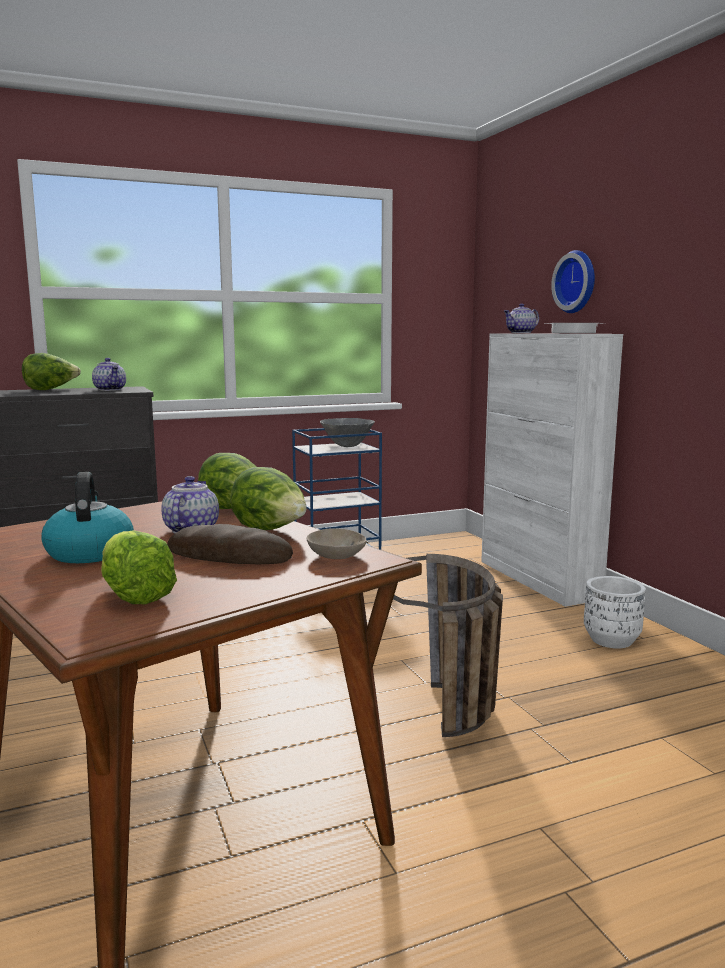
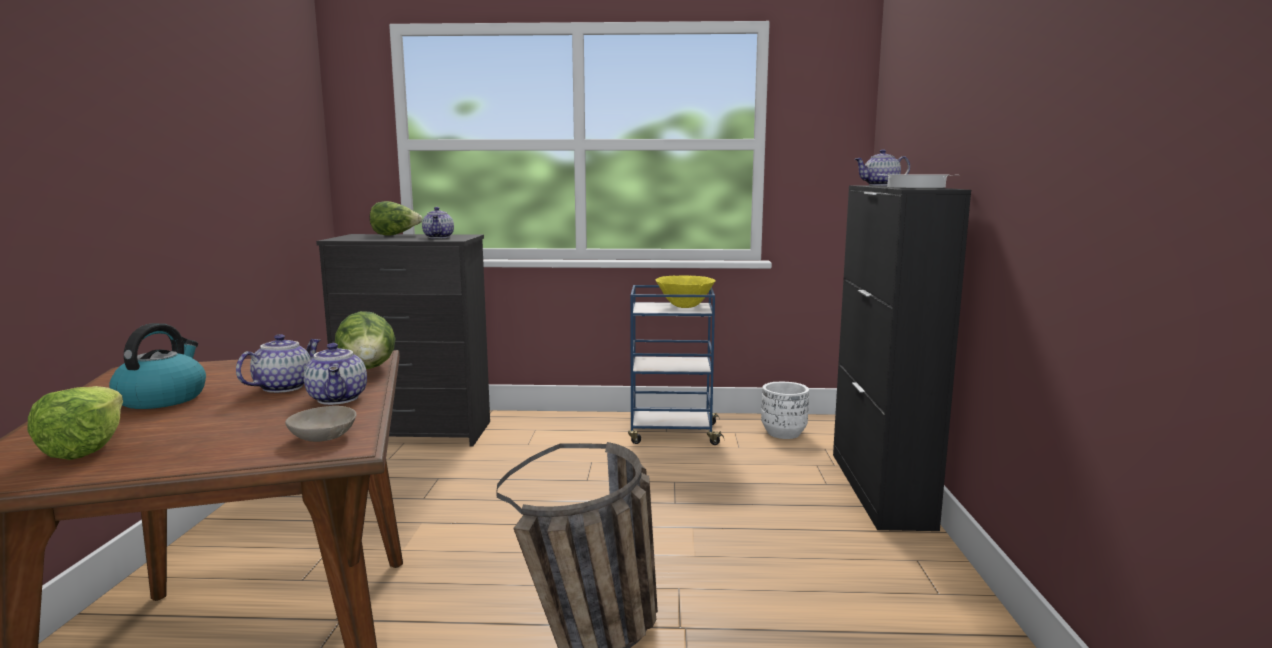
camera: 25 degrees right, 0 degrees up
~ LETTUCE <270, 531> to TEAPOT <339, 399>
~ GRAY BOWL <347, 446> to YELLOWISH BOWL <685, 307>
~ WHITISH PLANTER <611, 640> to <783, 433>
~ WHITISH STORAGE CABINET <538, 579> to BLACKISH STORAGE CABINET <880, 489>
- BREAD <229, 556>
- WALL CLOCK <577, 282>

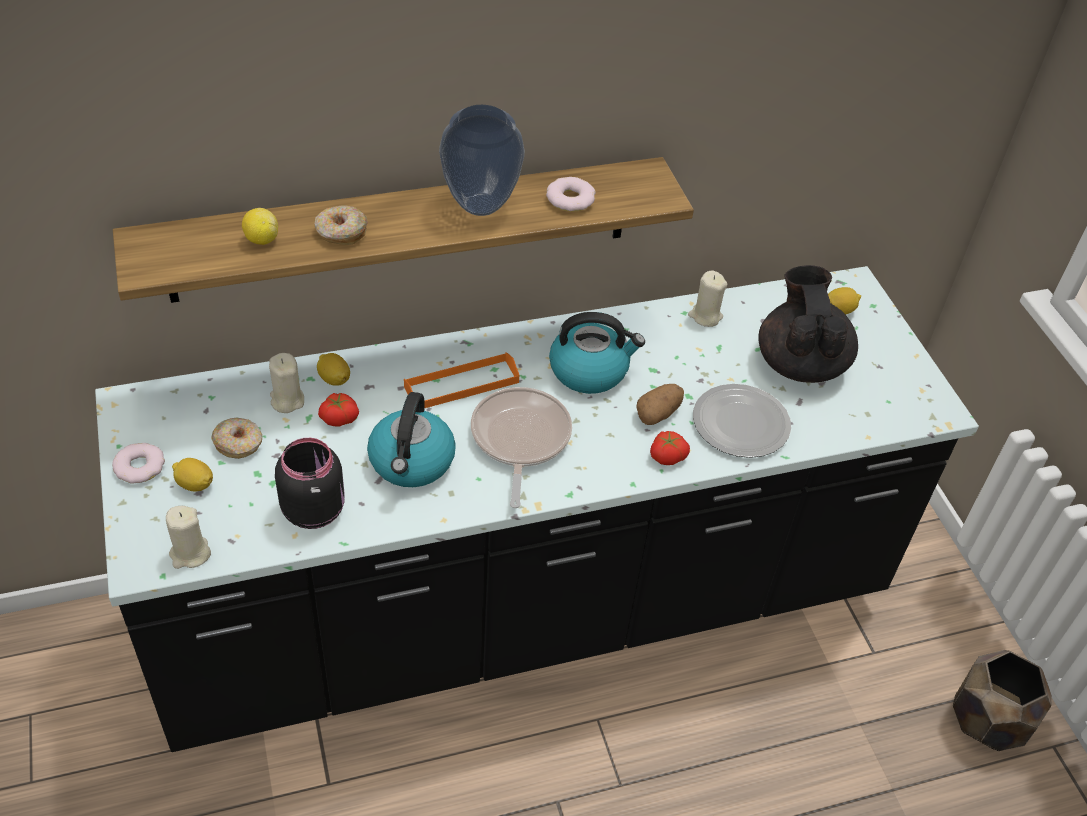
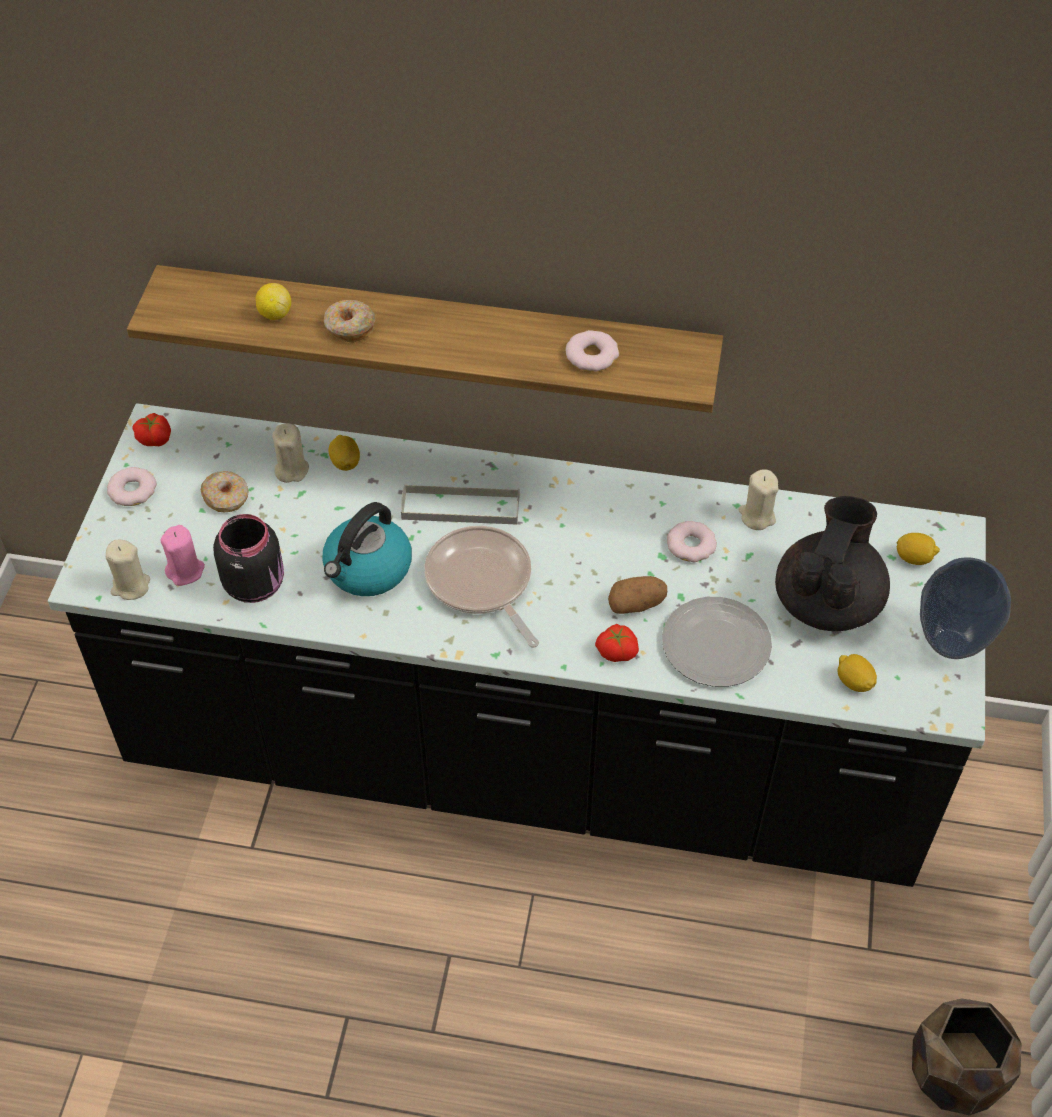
camera: 30 degrees right, 5 degrees up
~ FRESH TOMATO <339, 417> to <155, 438>
+ PINK CANDLE <185, 571>
~ ORANGE TRAY <461, 384> to GRAY TRAY <460, 508>
~ SKILLET <519, 440> = <481, 583> 60 degrees counterclockwise
+ DOUGHNUT <691, 545>
~ CITRUS FRUIT <195, 484> to <854, 682>
~ FLOWER VASE <481, 205> to <952, 643>
- WATER KETTLE <590, 370>

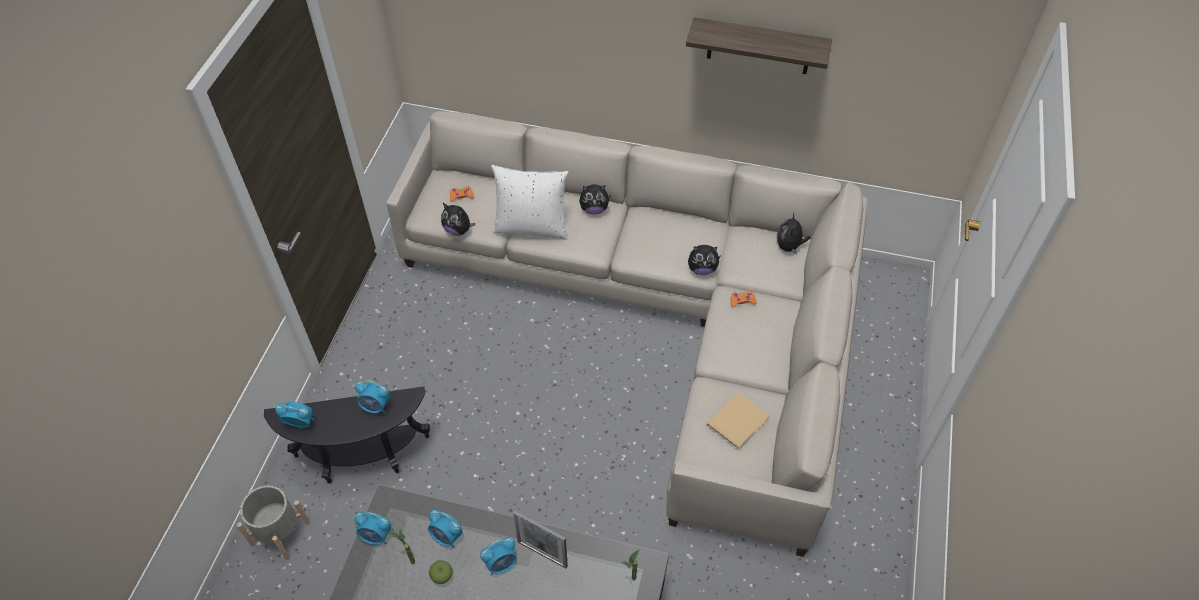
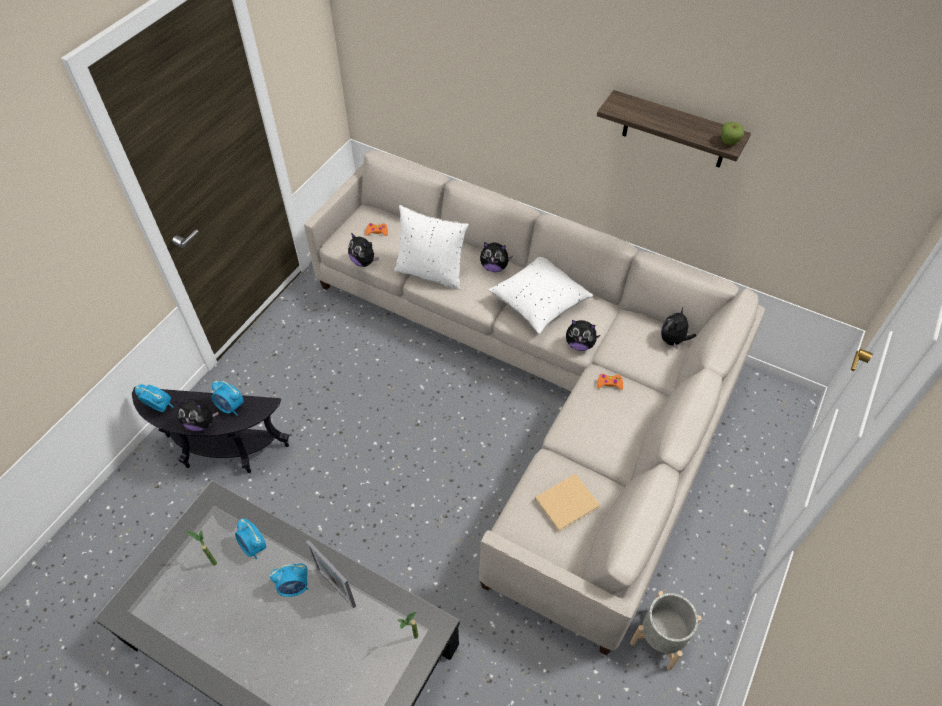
camera: 15 degrees right, 0 degrees up
+ CUDDLY TOY <201, 423>
+ WHITISH PILLOW <539, 303>
~ GRAY PLANTER <280, 533> to <660, 638>
~ WHOLE APPLE <442, 577> to <728, 142>
- TABLE CLOCK <376, 536>

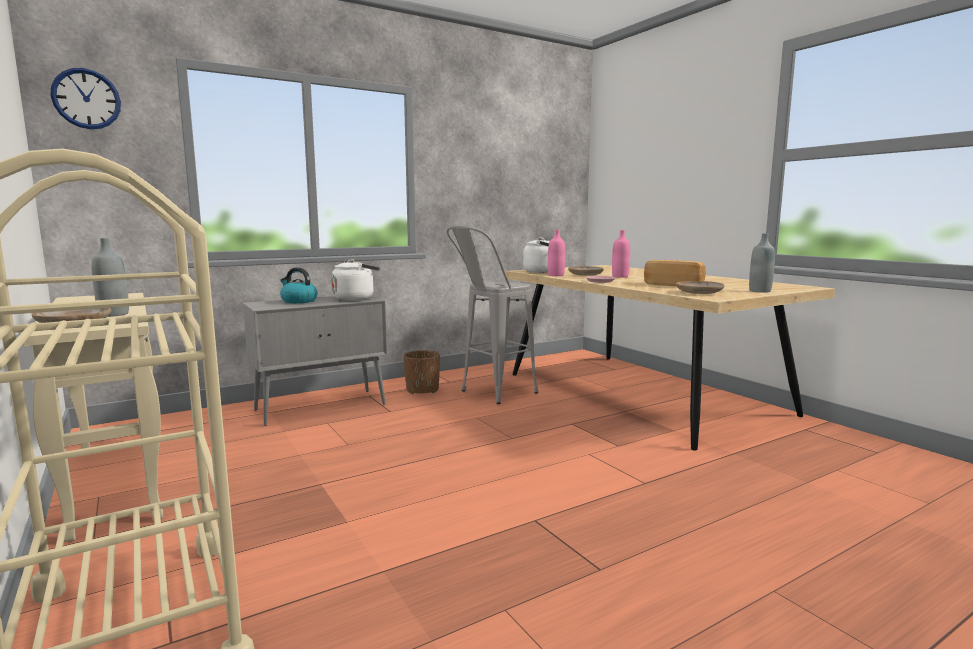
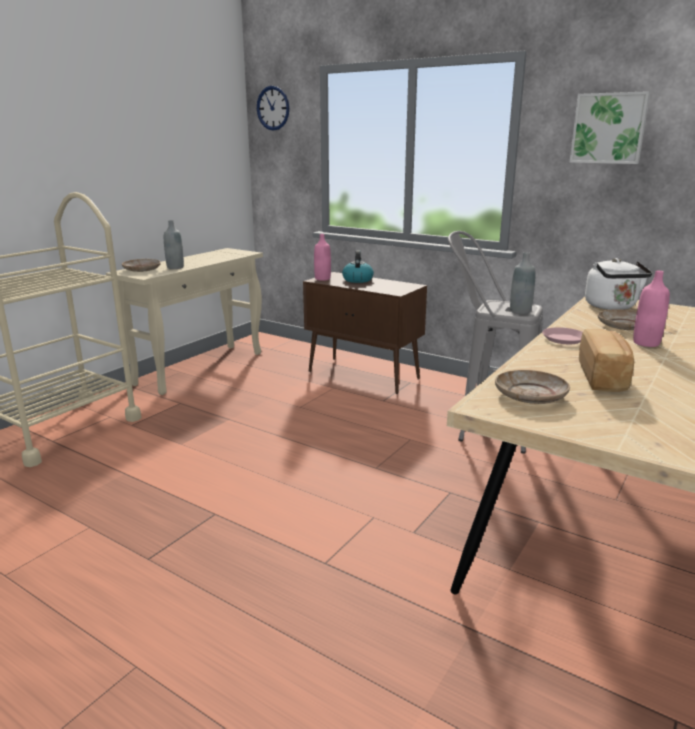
camera: 65 degrees right, 10 degrees up
~ GRAY STORAGE CABINET <322, 406> to BROWN STORAGE CABINET <364, 375>
~ PINK BOTTLE <556, 275> to <322, 279>
~ GRAY BOTTLE <760, 291> to <520, 311>
+ WALL PICTURE <609, 128>
- WHITISH WATER KETTLE <355, 298>
- BROWN PLANTER <422, 390>

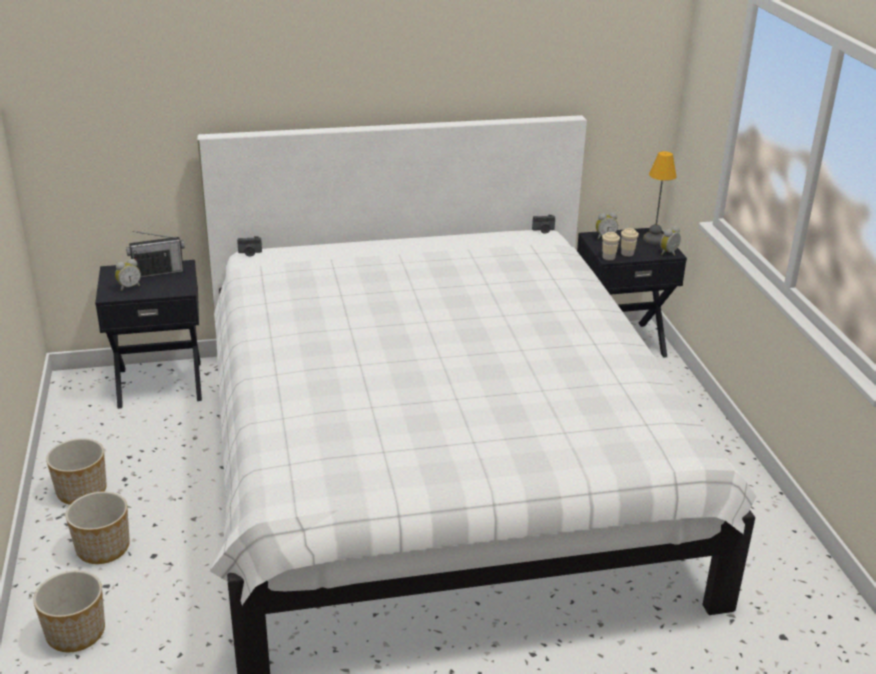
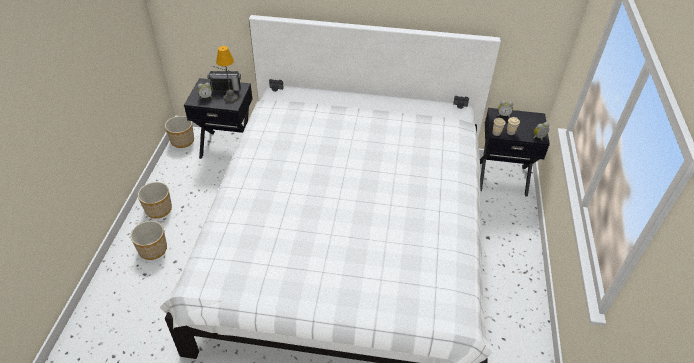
camera: 20 degrees right, 15 degrees up
~ PLANTER <76, 633> to <183, 141>
~ TABLETOP LAMP <653, 239> to <230, 98>

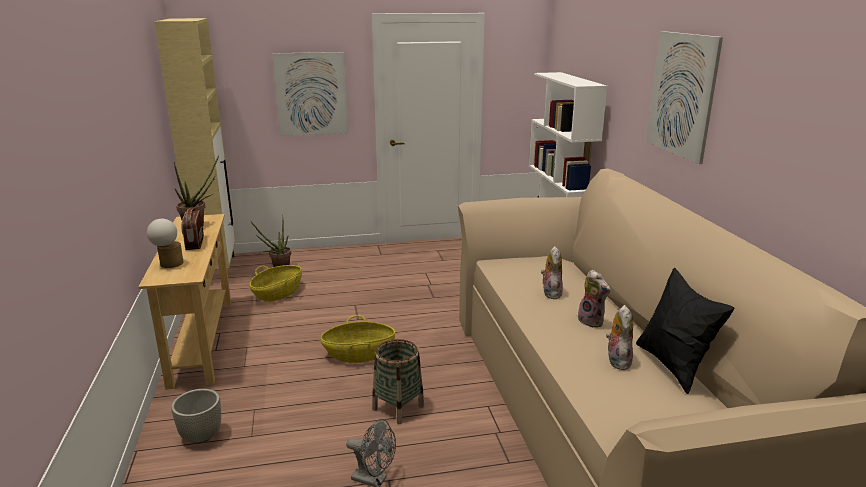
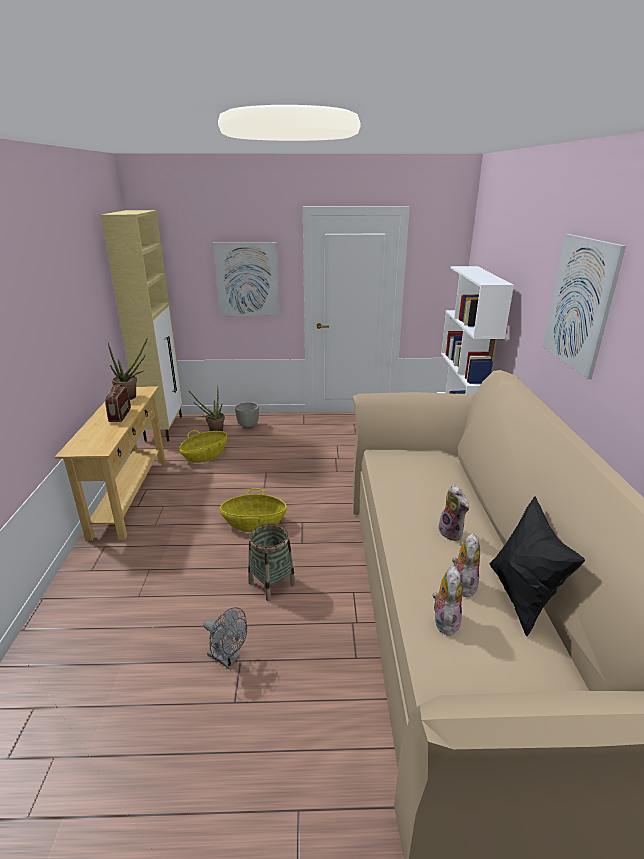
camera: 10 degrees right, 5 degrees up
~ GRAY PLANTER <201, 436> to <248, 426>
~ CUDDLY TOY <550, 293> to <444, 620>
- TABLETOP LAMP <168, 264>

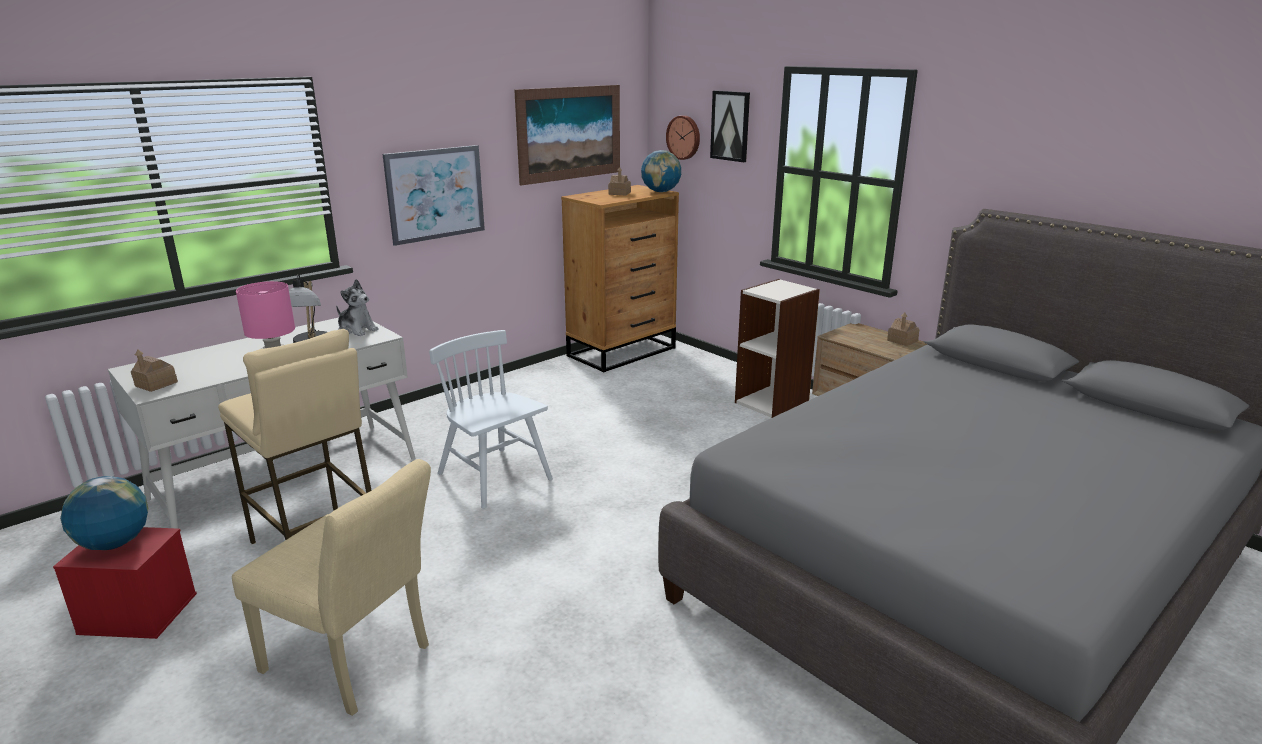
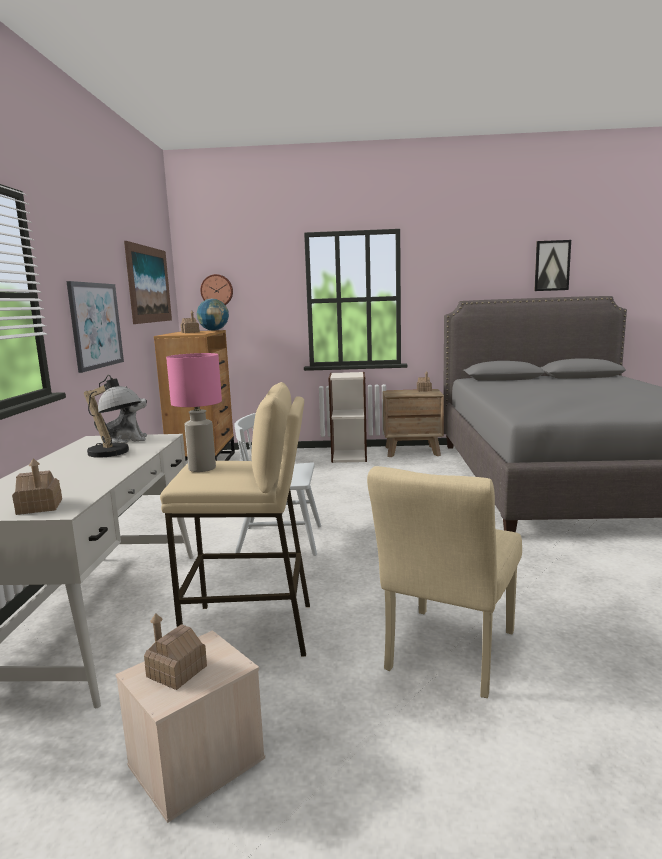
camera: 45 degrees left, 10 degrees down
~ RED STORAGE BIN <136, 614> to SAND-COLOURED STORAGE BIN <196, 763>
~ GLOBE <114, 543> to MODEL HOUSE <176, 671>
~ SAND-COLOURED CHAIR <355, 663> = <446, 656> 135 degrees clockwise
~ WALL PICTURE <730, 126> to <552, 265>

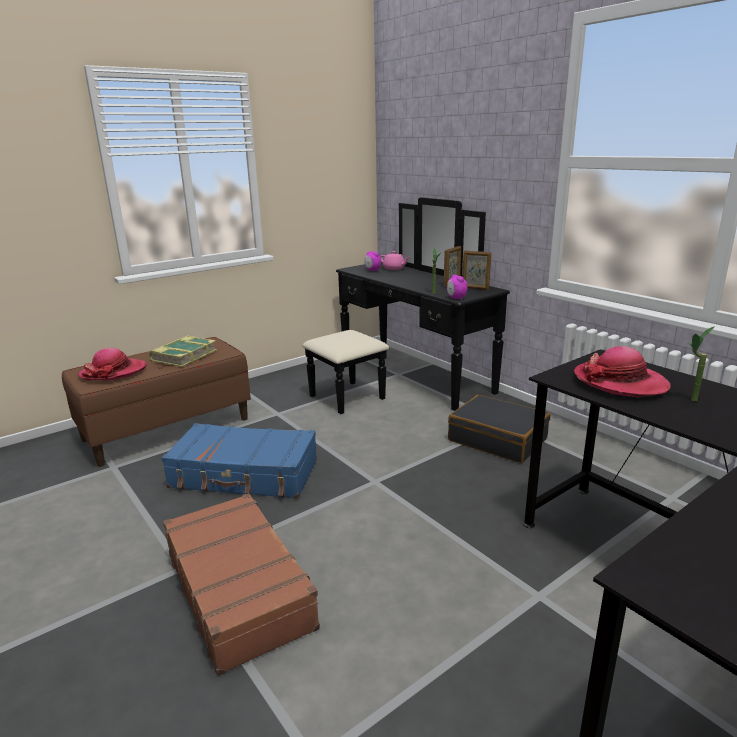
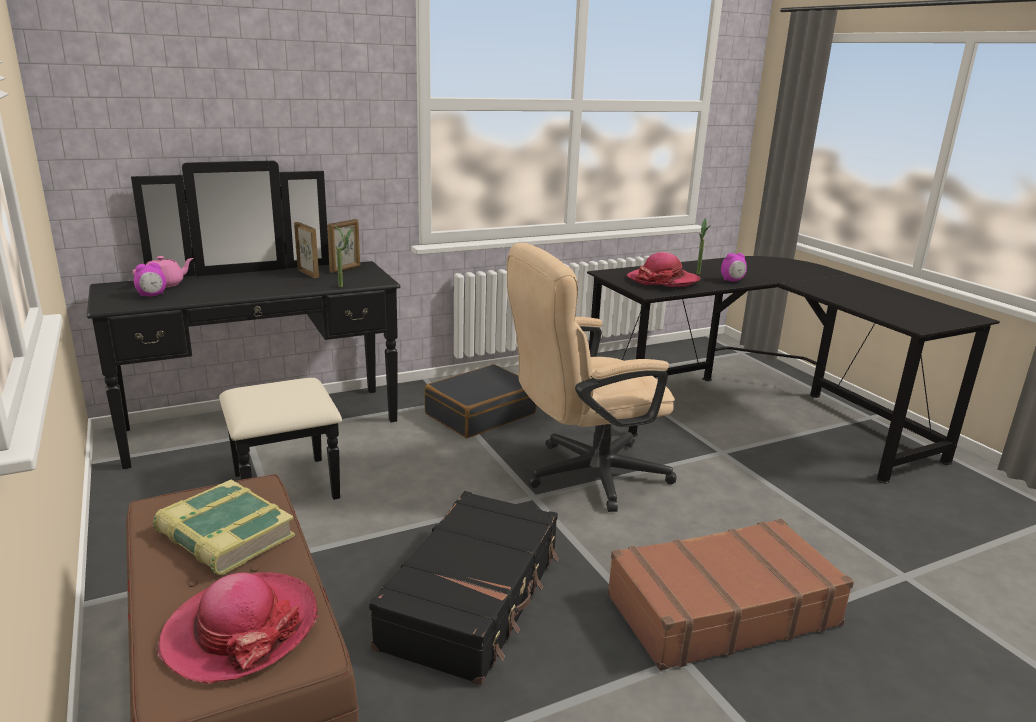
camera: 80 degrees left, 0 degrees up
~ BLUE-COLOURED PIECE OF LUGGAGE <244, 474> to BLACKISH PIECE OF LUGGAGE <473, 598>
+ SAND-COLOURED DESK CHAIR <584, 475>
~ TABLE CLOCK <456, 298> to <732, 281>

